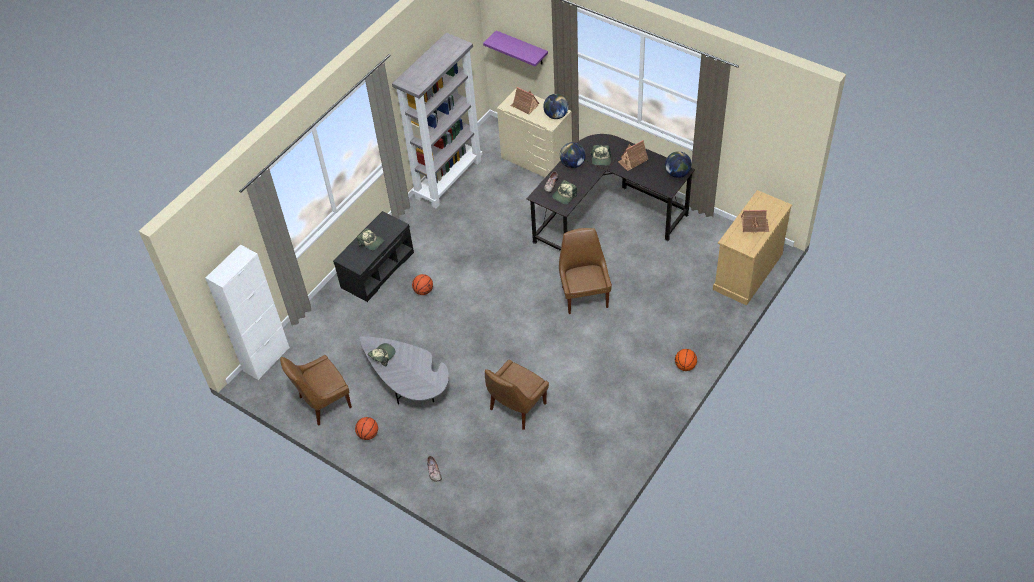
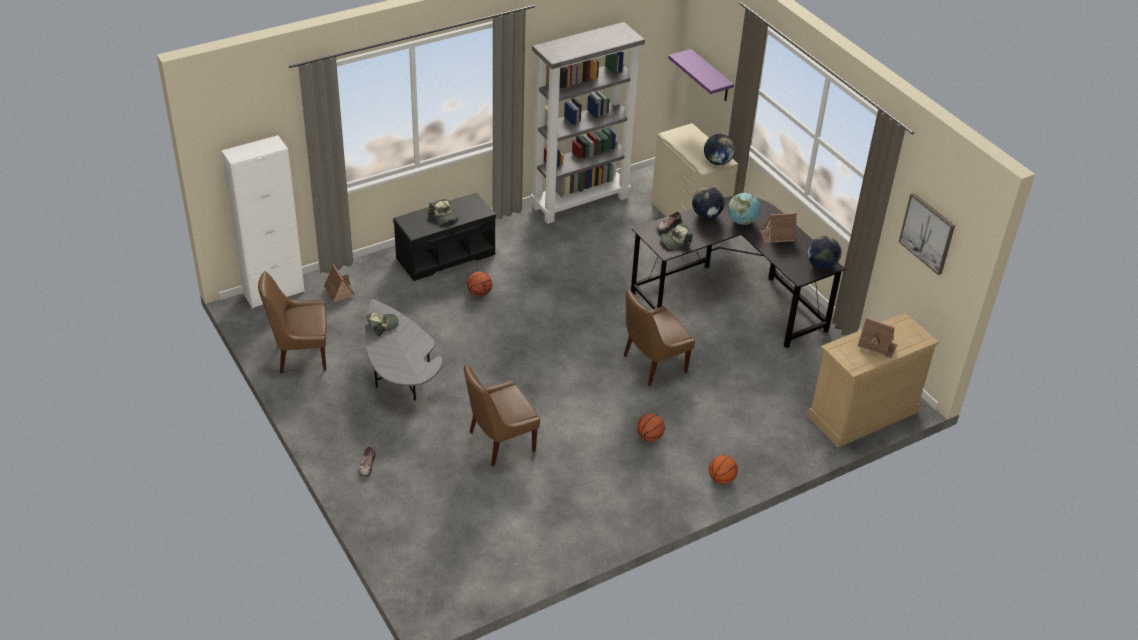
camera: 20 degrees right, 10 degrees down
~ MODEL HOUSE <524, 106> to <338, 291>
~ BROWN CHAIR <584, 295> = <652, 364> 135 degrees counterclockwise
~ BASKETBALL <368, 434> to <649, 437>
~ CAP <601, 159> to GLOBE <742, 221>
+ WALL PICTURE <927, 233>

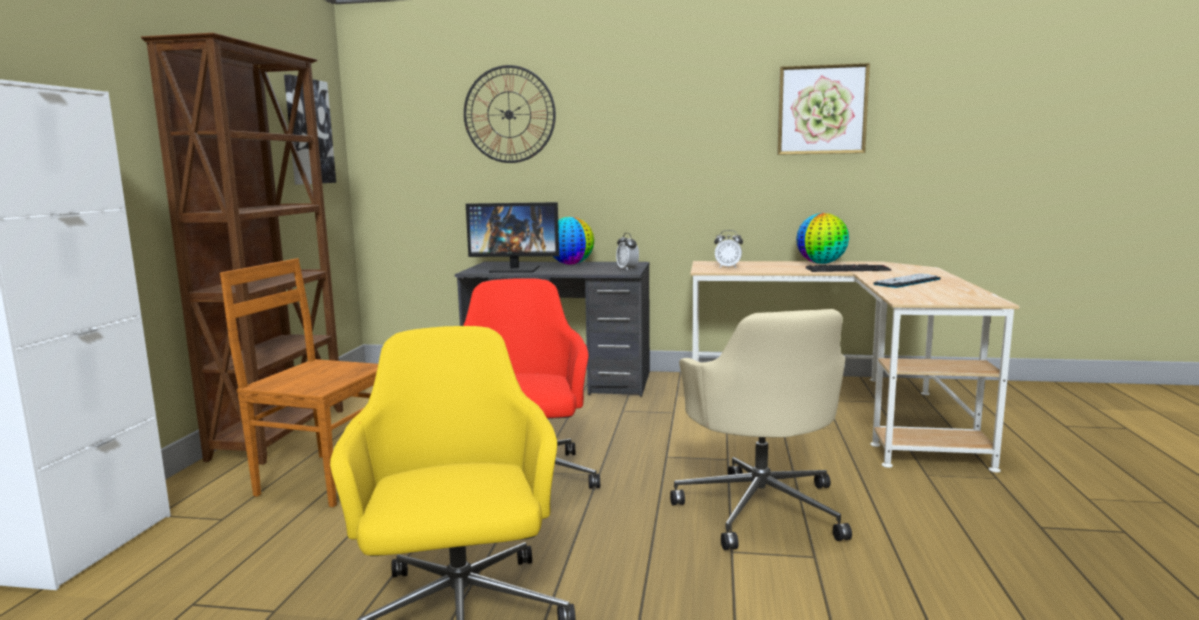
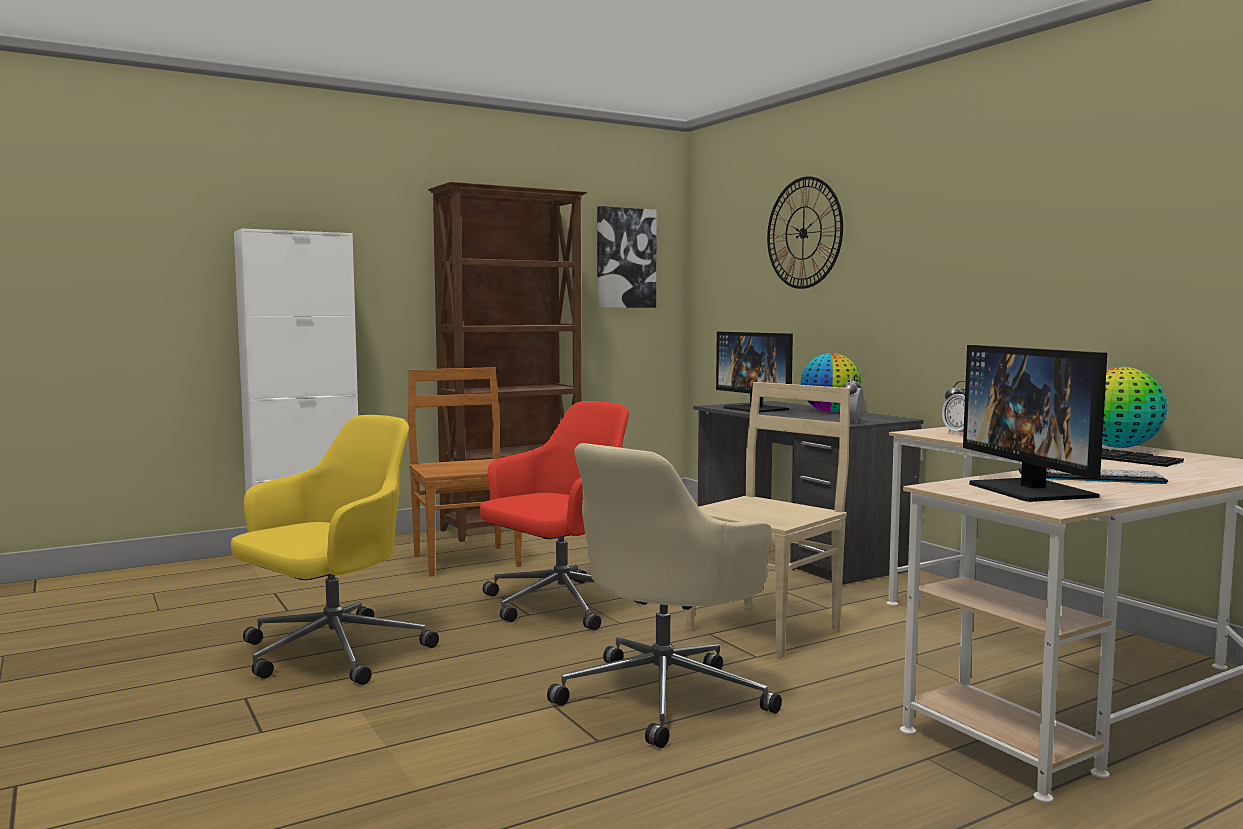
camera: 50 degrees right, 5 degrees down
+ SAND-COLOURED CHAIR <765, 629>
+ COMPUTER DISPLAY <1032, 490>
- WALL PICTURE <822, 110>

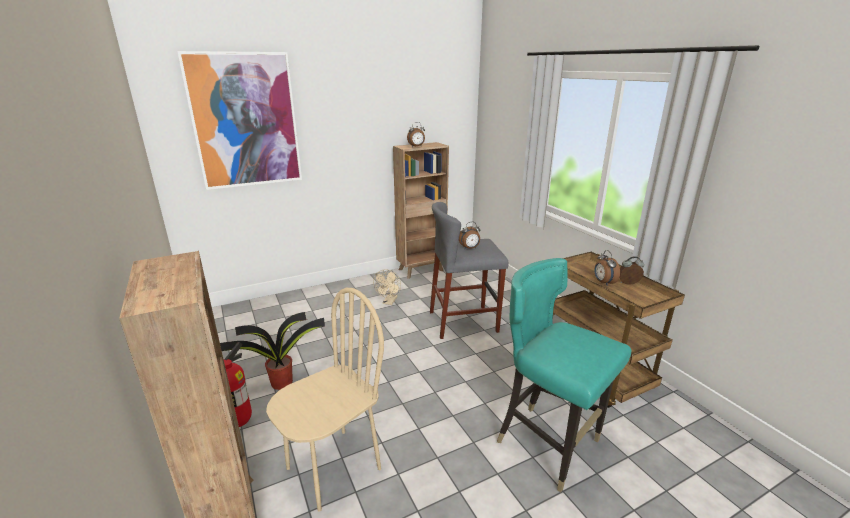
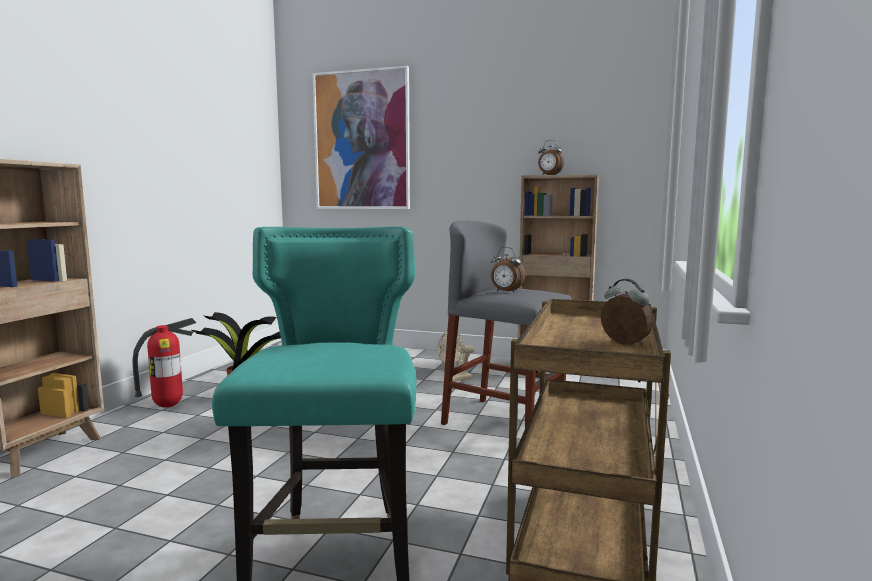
camera: 45 degrees right, 15 degrees down
- SAND-COLOURED CHAIR <333, 468>
- TABLE CLOCK <603, 282>

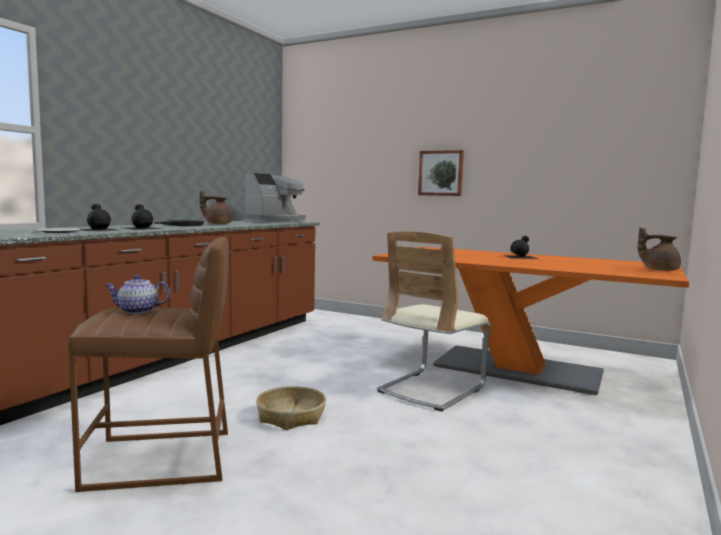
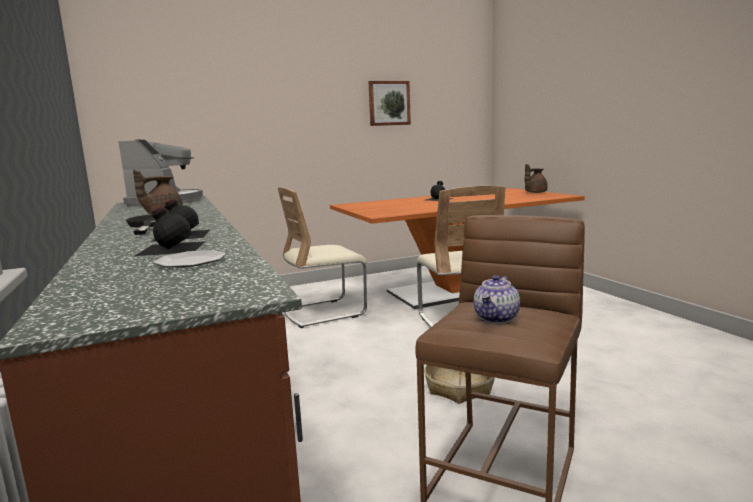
camera: 50 degrees left, 5 degrees up
+ SAND-COLOURED CHAIR <324, 312>
~ WALL PICTURE <441, 173> to <389, 103>

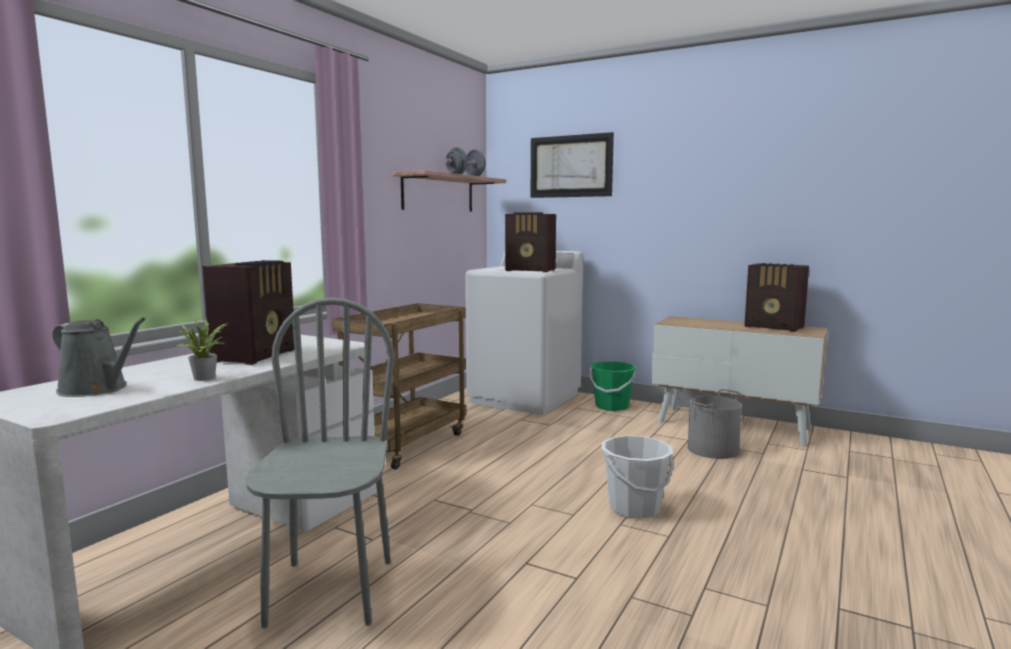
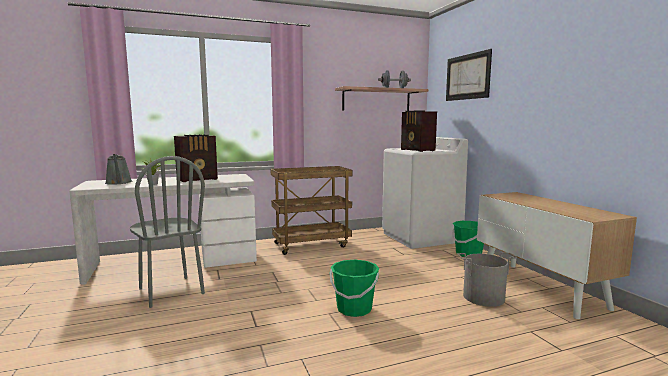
camera: 40 degrees right, 0 degrees up
~ GRAY CHAIR <330, 592> = <170, 291> 105 degrees clockwise
~ WHITISH BUCKET <634, 508> to GREEN-COLOURED BUCKET <354, 309>
- RADIO <775, 327>

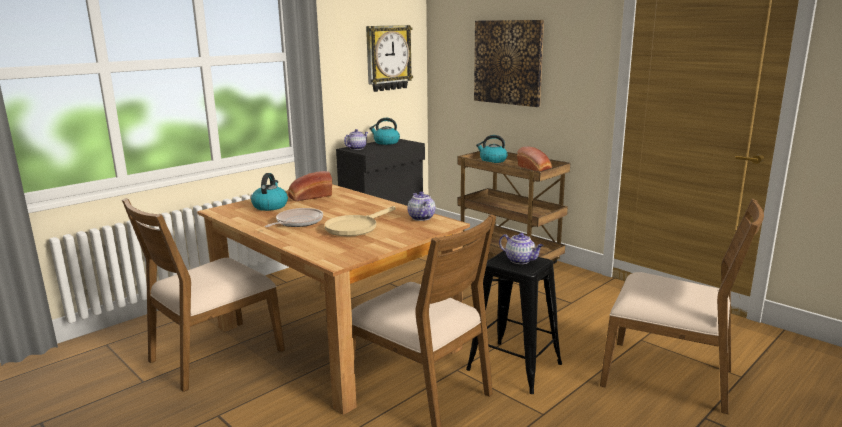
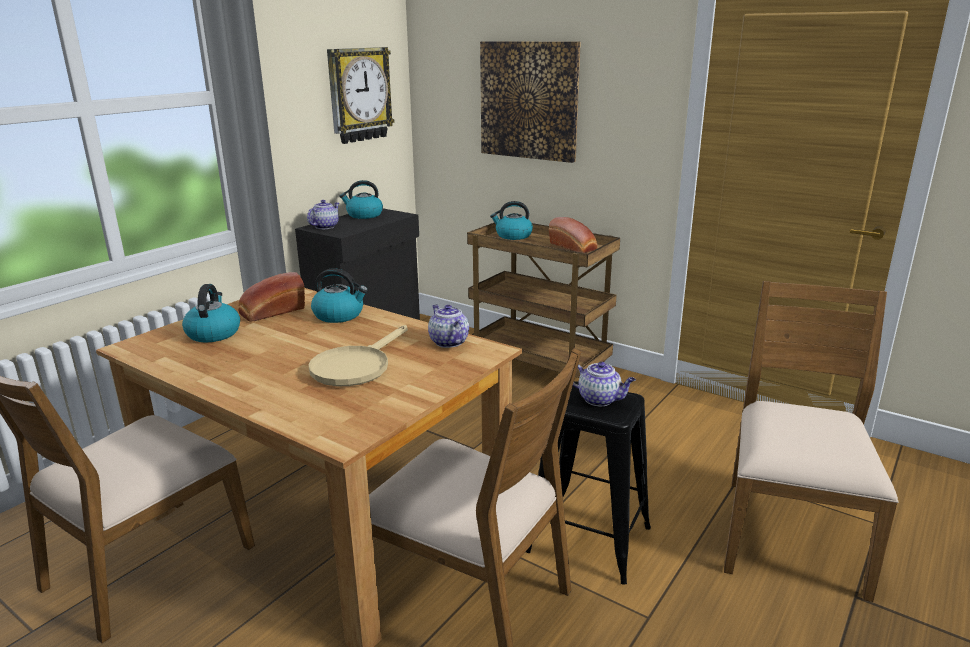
camera: 10 degrees left, 5 degrees up
+ WATER KETTLE <339, 315>
~ BROWN CHAIR <668, 376> = <789, 533> 90 degrees counterclockwise
- SKILLET <297, 222>

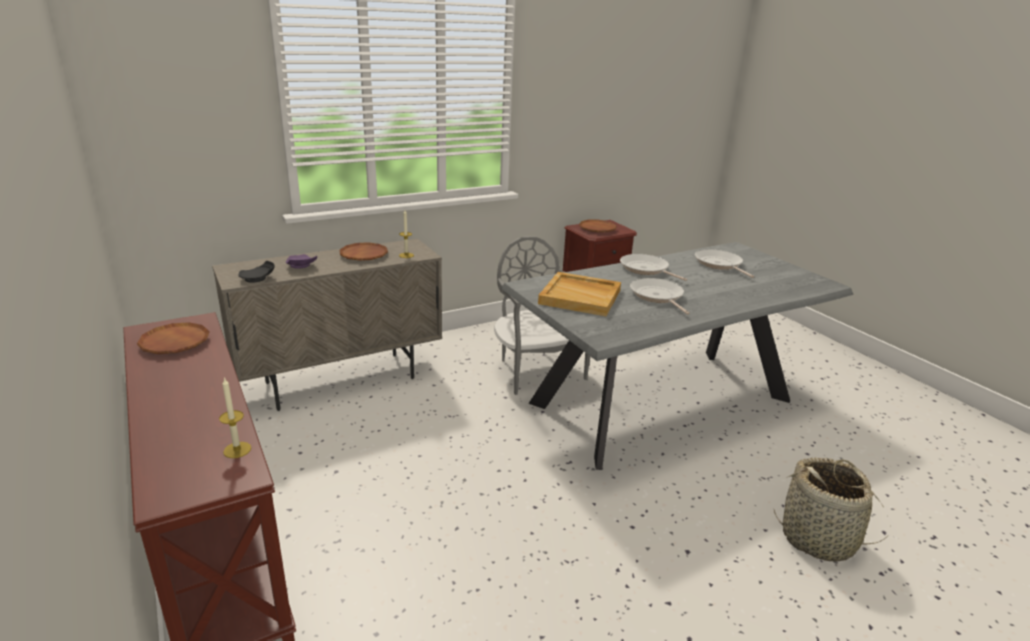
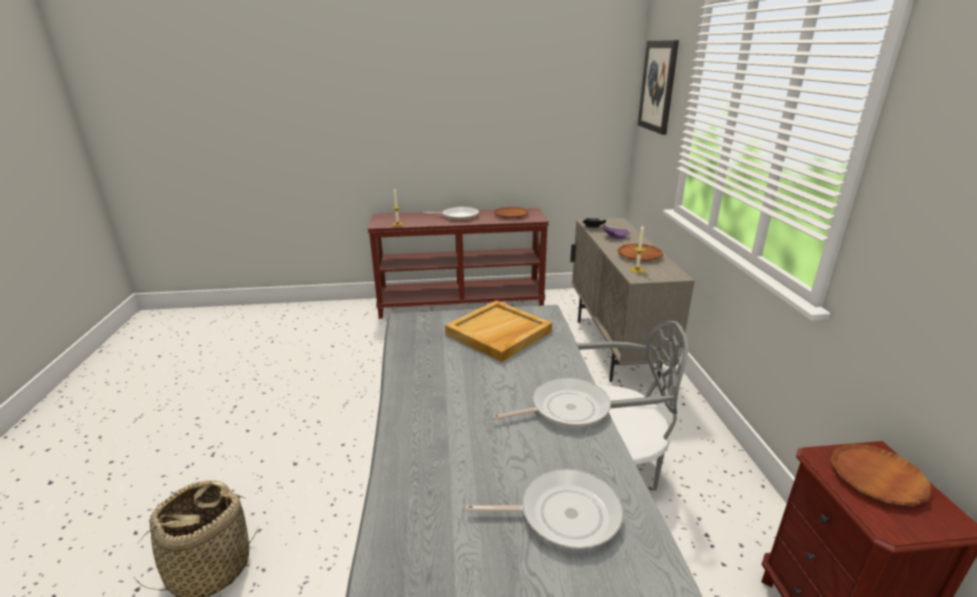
camera: 115 degrees right, 0 degrees up
~ SKILLET <657, 296> to <458, 216>
+ WALL PICTURE <658, 86>

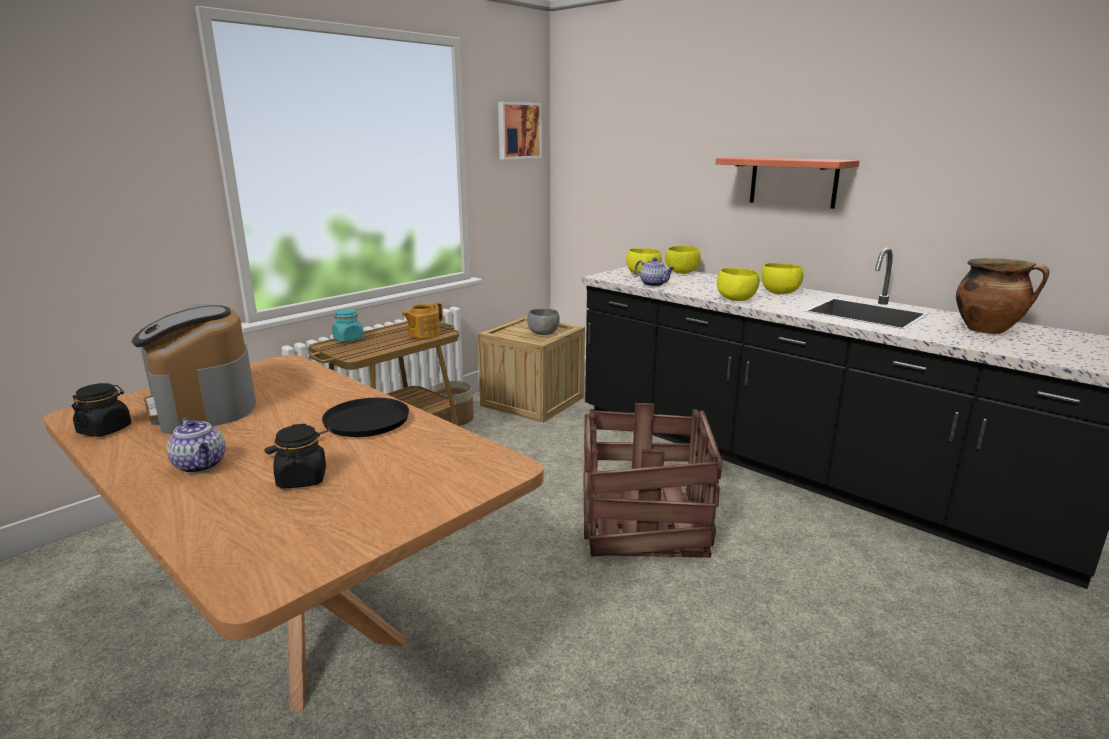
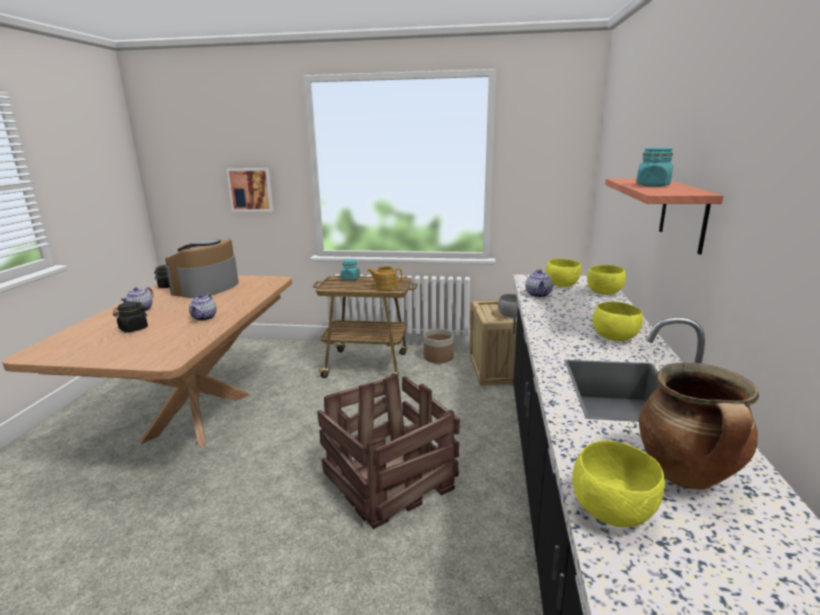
camera: 55 degrees right, 0 degrees up
~ BLACKISH SKILLET <361, 425> to TEAPOT <204, 318>
~ WALL PICTURE <518, 130> to <251, 189>
~ YELLOWISH BOWL <736, 300> to <613, 512>
+ TURQUOISE JAR <653, 185>

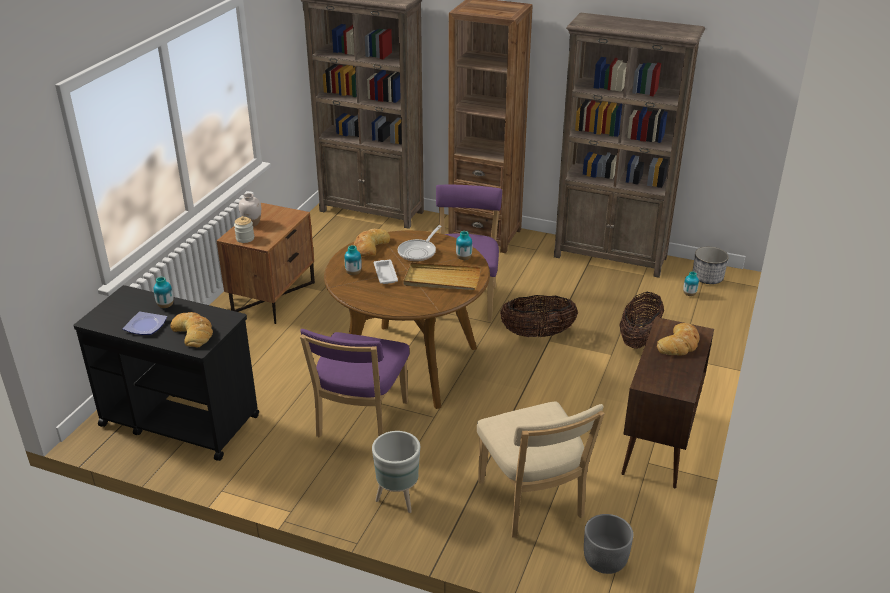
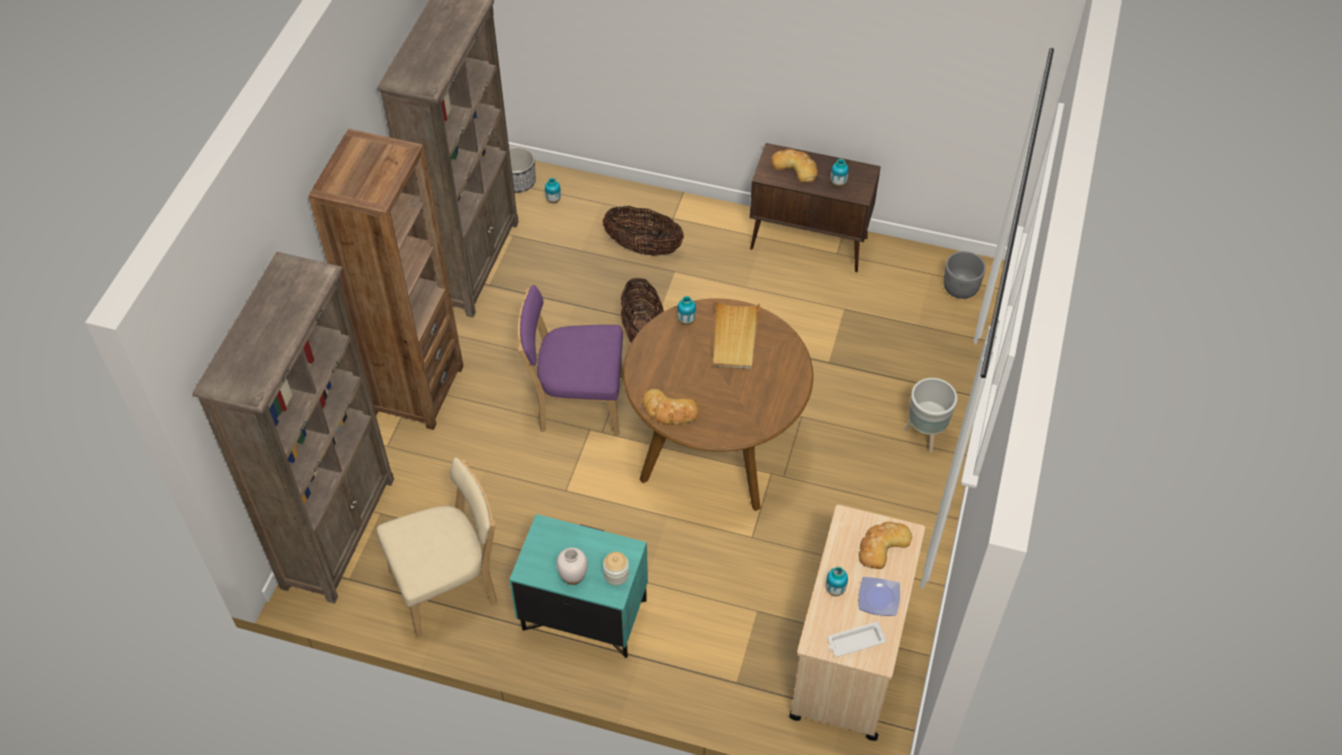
camera: 95 degrees left, 20 degrees up
~ SAND-COLOURED CHAIR <532, 503> to <449, 586>
~ BROWN BEDSIDE TABLE <273, 297> to TURQUOISE BEDSIDE TABLE <583, 616>
~ BLACKISH TROLLEY <179, 420> to SAND-COLOURED TROLLEY <849, 658>
~ WHITISH TRAY <385, 274> to <855, 641>
~ FLOWER VASE <353, 273> to <838, 183>
- PURPLE-COLOURED CHAIR <360, 422>
- SKILLET <419, 252>

